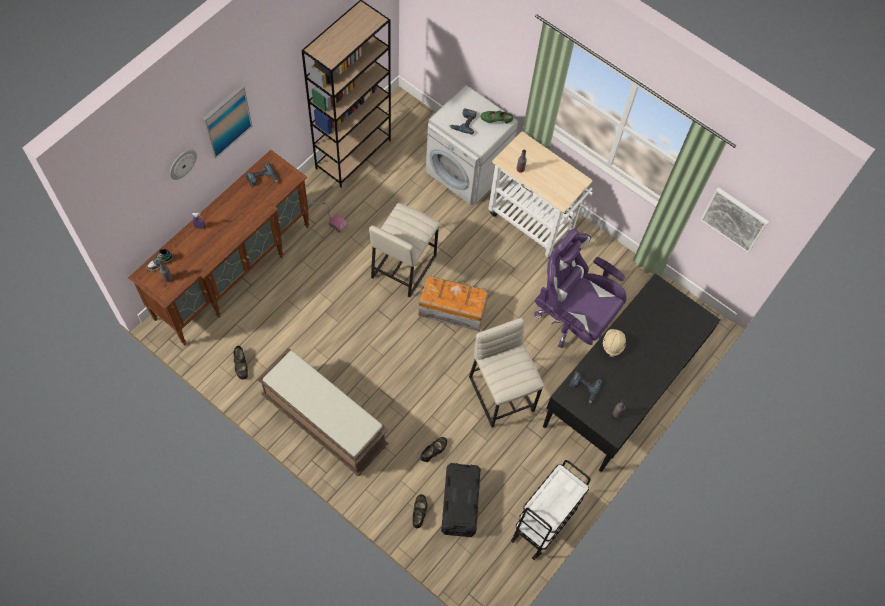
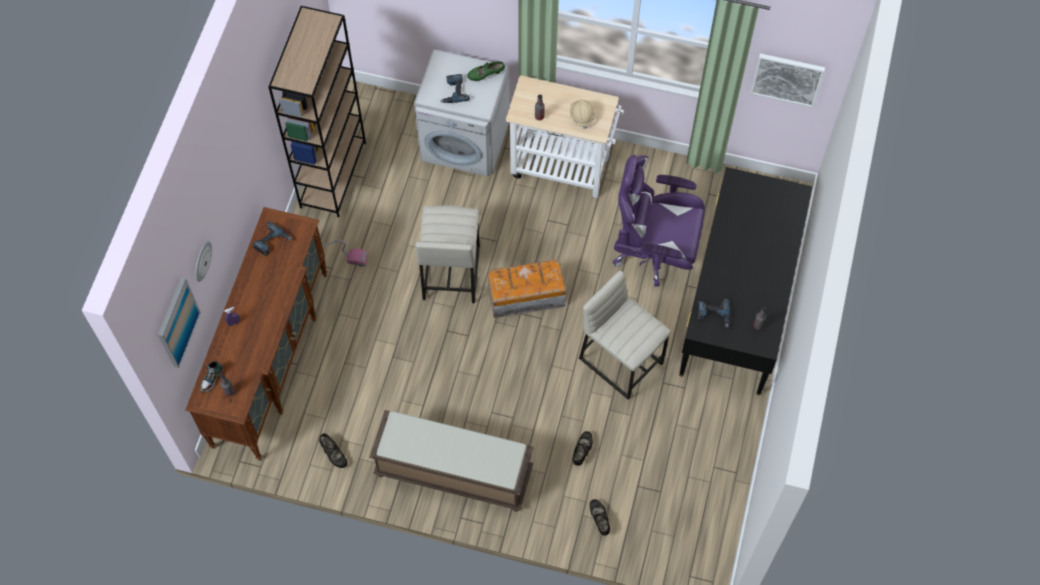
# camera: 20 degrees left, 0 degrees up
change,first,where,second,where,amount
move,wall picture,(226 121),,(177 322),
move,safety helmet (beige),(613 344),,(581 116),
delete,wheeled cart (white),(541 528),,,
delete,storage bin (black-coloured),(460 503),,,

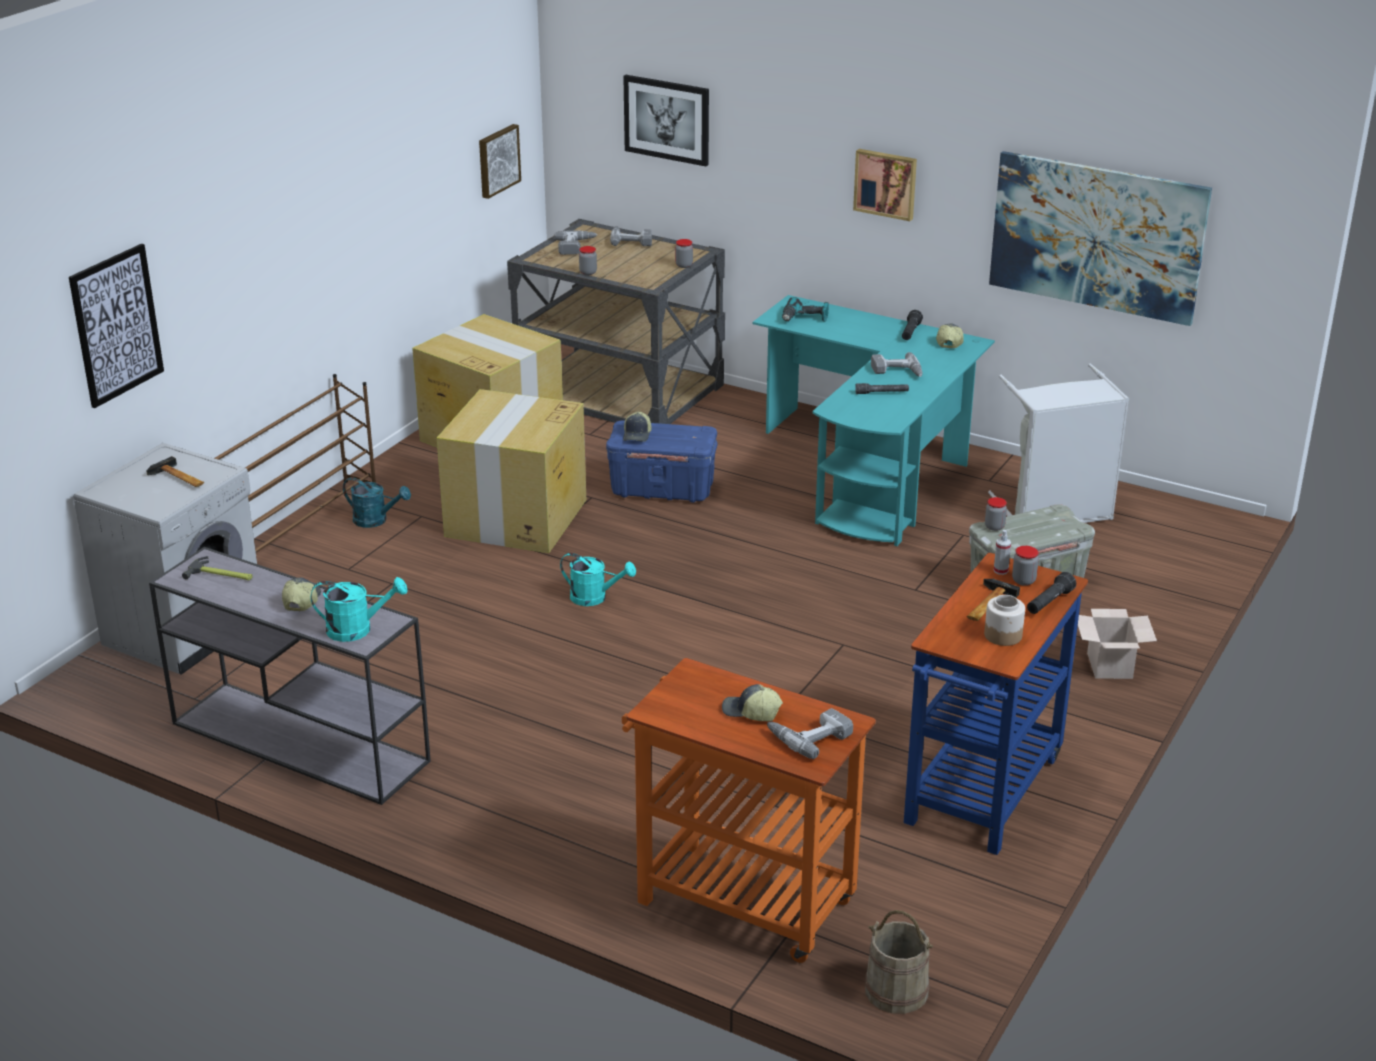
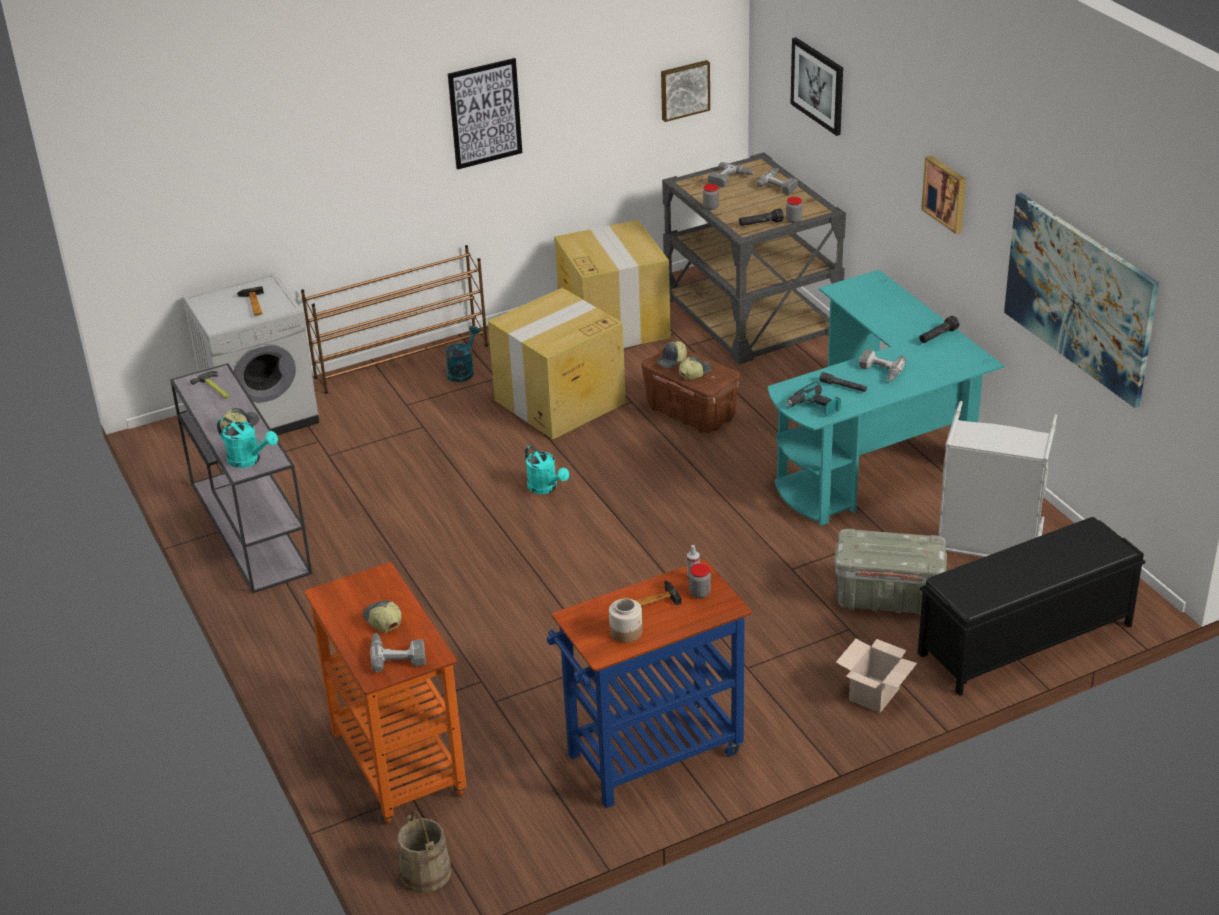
# camera: 35 degrees right, 5 degrees up
change,first,where,second,where,amount
move,wall picture,(116 325),,(485 113),
move,power drill,(804 318),,(814 407),
move,baseball cap,(949 342),,(694 372),
recolor,storage bin (blue),(663 489),storage bin (brown-coloured),(691 413),
rotate,watering can (turquoise-coloured),(376 520),,(463 371),120 degrees counterclockwise
delete,jar,(994 527),,,
move,flashlight (black-coloured),(1049 603),,(760 224),
insert,,,long seat (black-coloured),(1023 640),

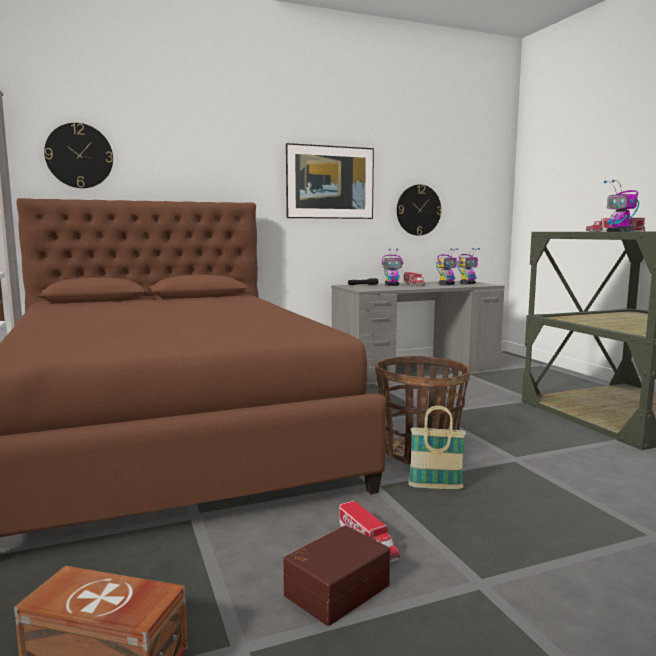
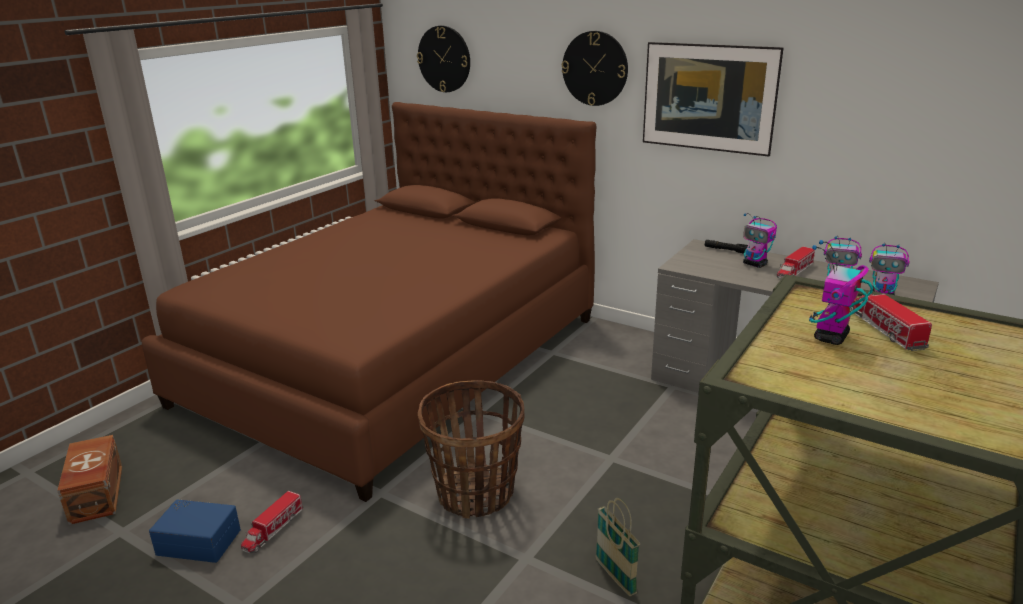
# camera: 55 degrees right, 15 degrees up
change,first,where,second,where,amount
move,clock on the wall,(418 210),,(595 68),
move,basket,(435 487),,(615 577),
recolor,storage bin (brown-coloured),(335 589),storage bin (blue),(199 540),

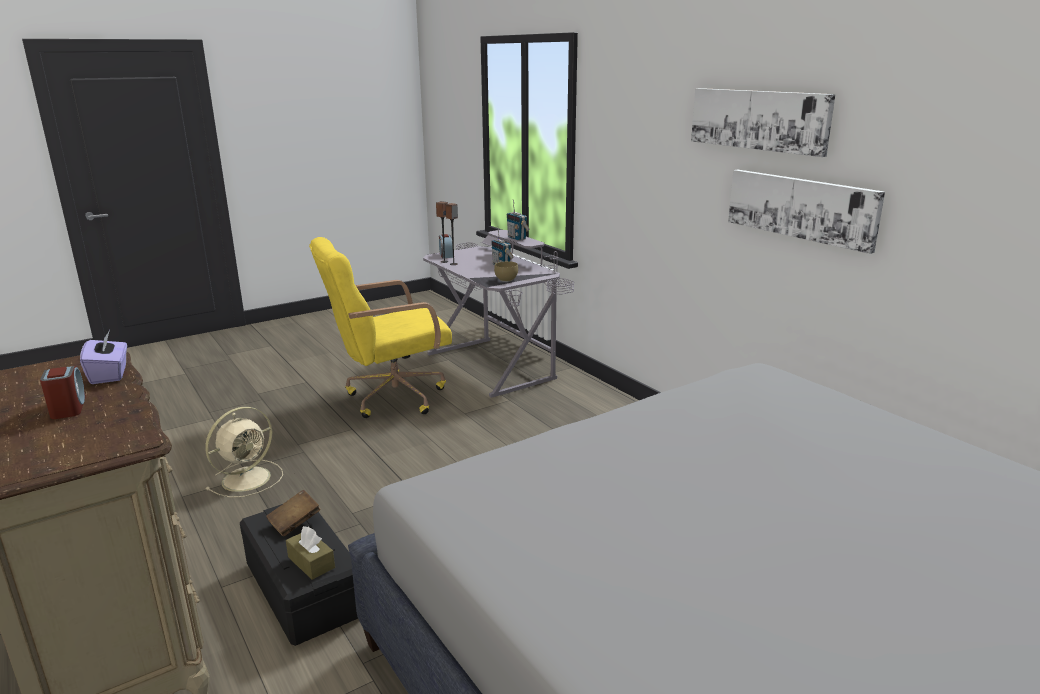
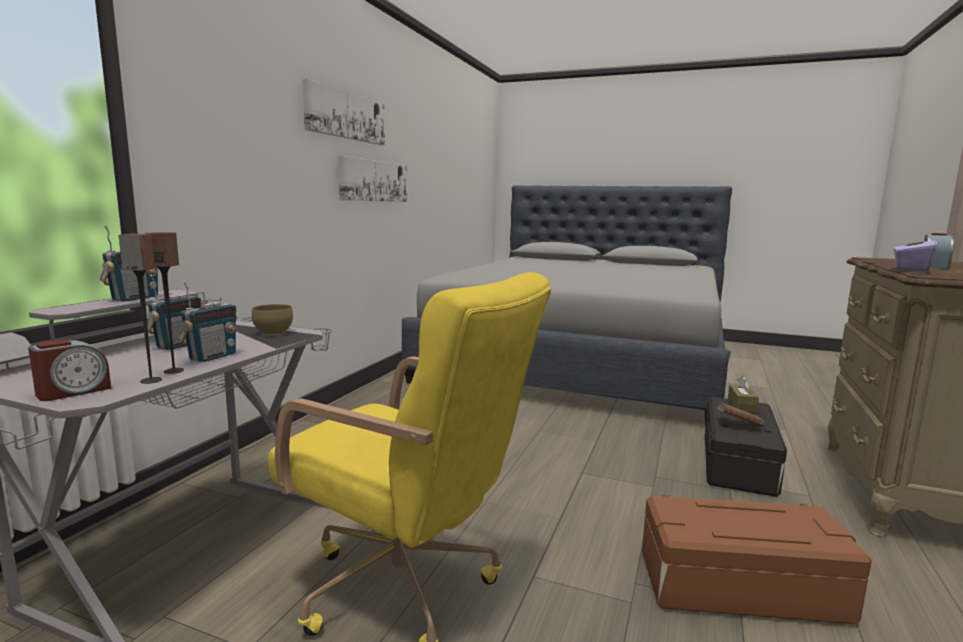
# camera: 125 degrees left, 10 degrees down
change,first,where,second,where,amount
replace,cooling fan (beige),(248 478),storage bin (brown-coloured),(741 588),
insert,,,radio set,(212 357),

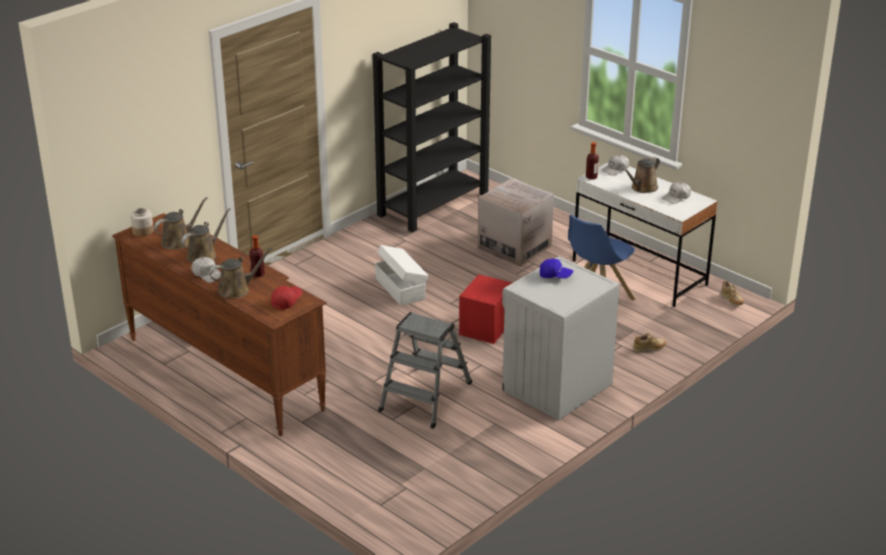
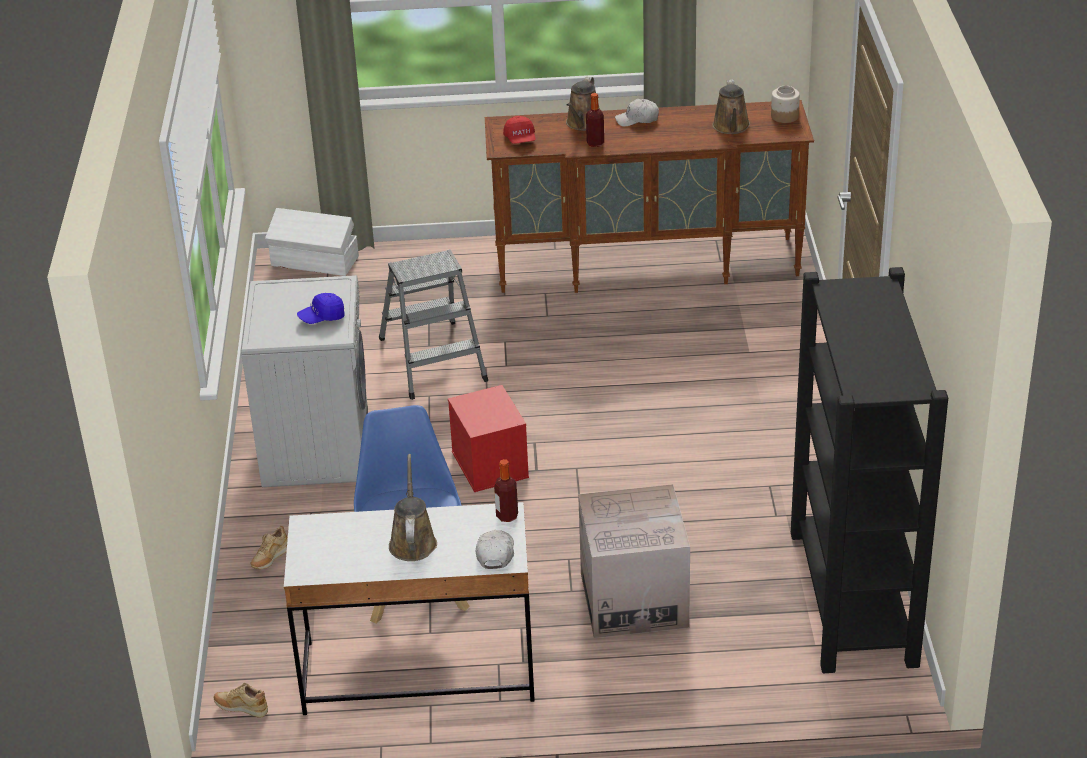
# camera: 135 degrees right, 5 degrees up
change,first,where,second,where,amount
delete,baseball cap (white),(676 197),,,
delete,watering can (brown-coloured),(204 254),,,
move,storage bin (white),(400 288),,(315 262),

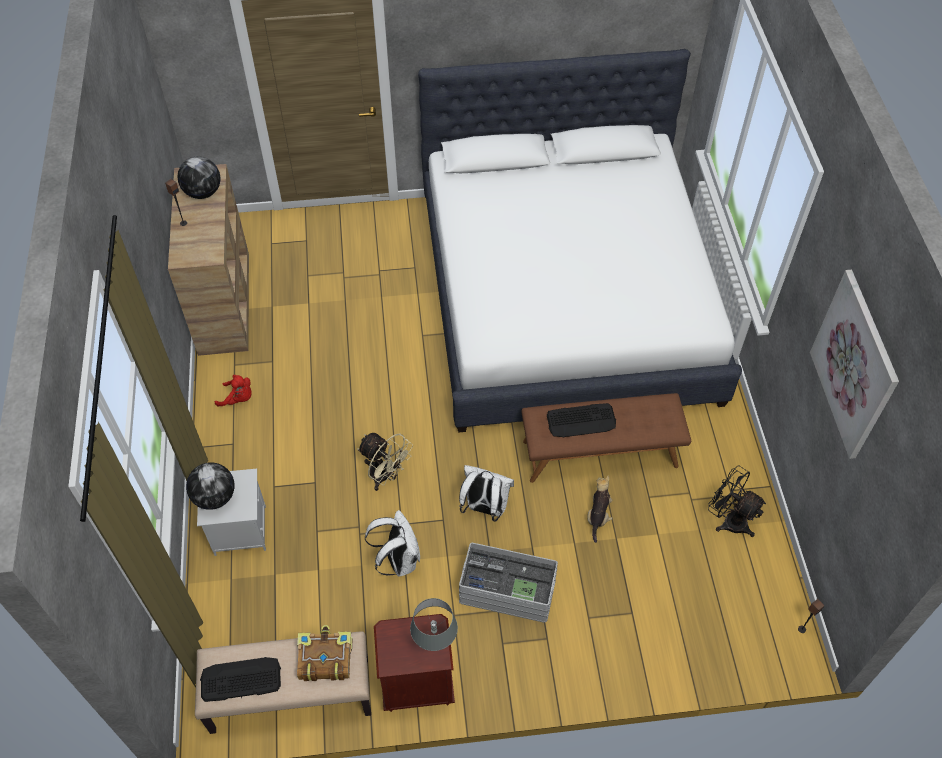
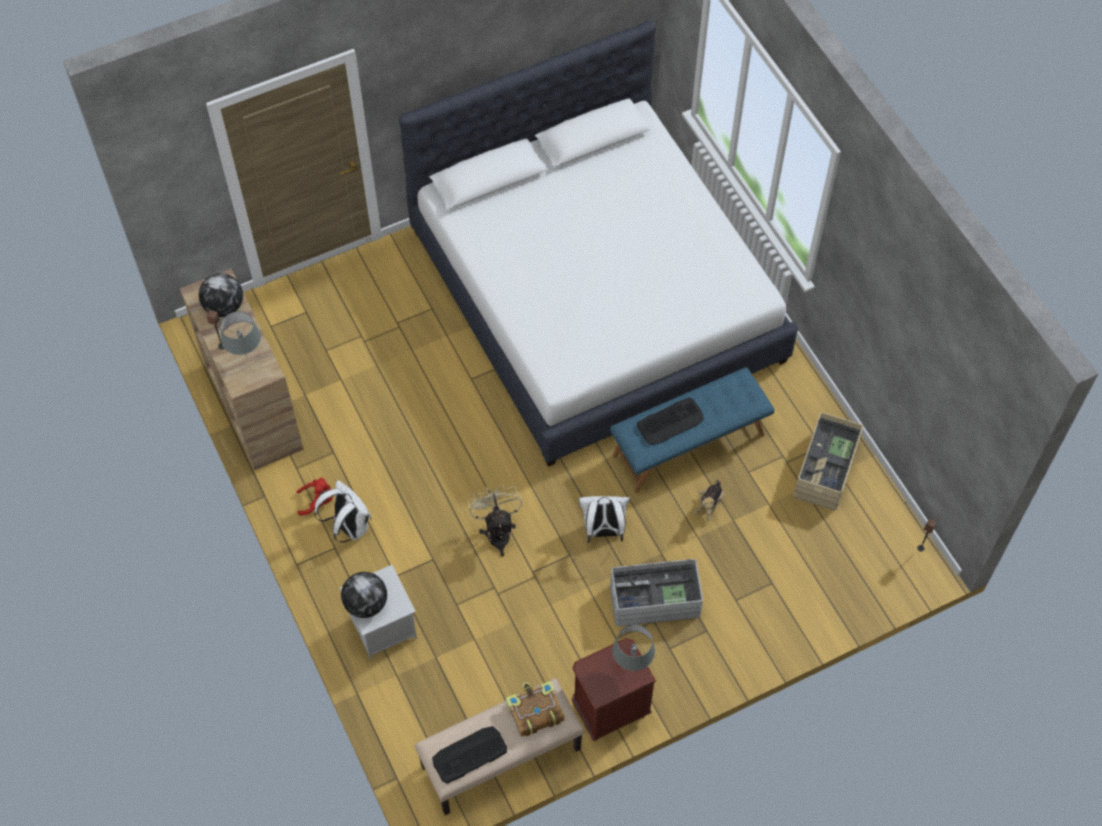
# camera: 20 degrees left, 5 degrees up
change,first,where,second,where,amount
delete,wall picture,(854 365),,,
recolor,long seat (brown-coloured),(600 453),long seat (blue),(688 444),
rotate,cooling fan (beige),(385 476),,(498 531),120 degrees counterclockwise
replace,cooling fan (black-coloured),(729 519),storage bin (beige),(826 470),
rotate,soft toy,(598 516),,(709 504),150 degrees counterclockwise
move,knapsack (white),(398 560),,(349 527),
insert,,,table lamp (gray),(246 357),

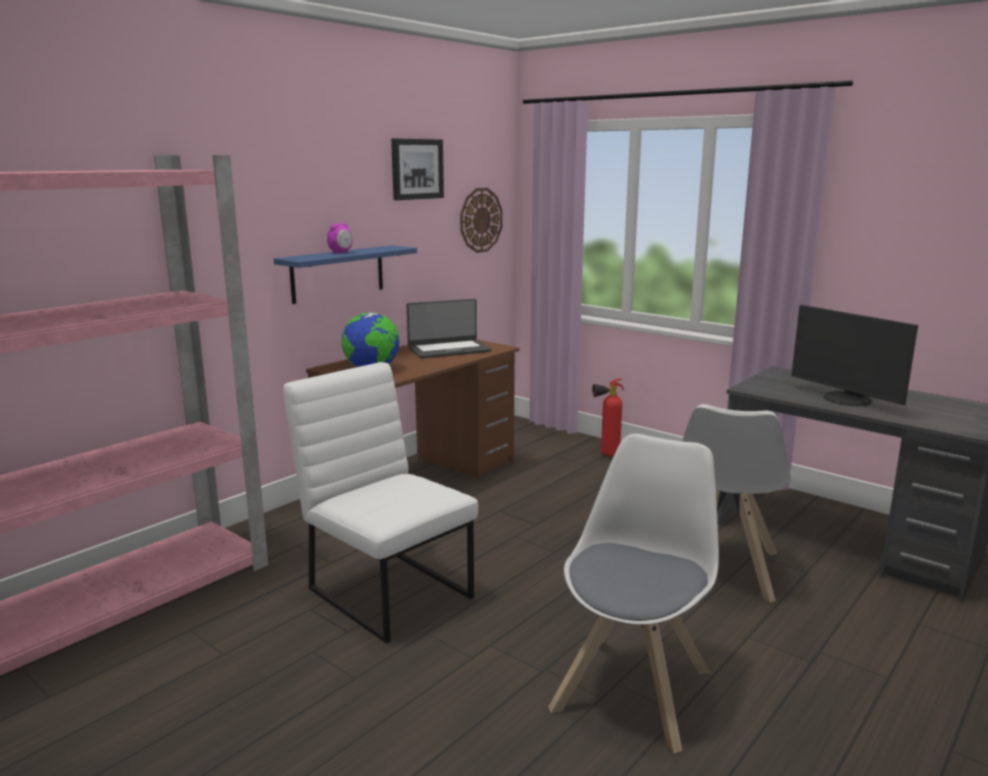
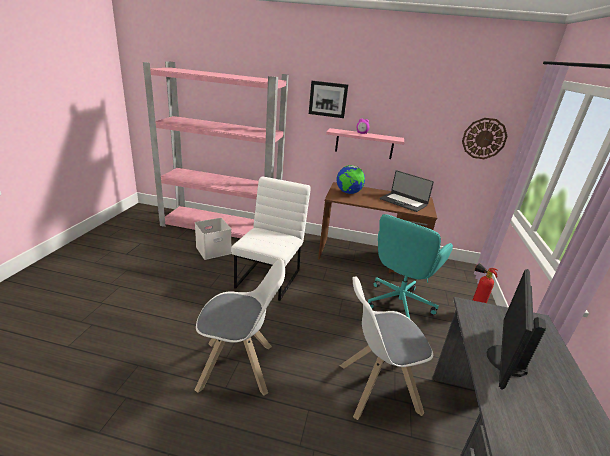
# camera: 60 degrees right, 10 degrees up
change,first,where,second,where,amount
move,wall picture,(416 169),,(328 99),
recolor,wall shelf (blue),(338 273),wall shelf (pink-coloured),(364 144),
insert,,,desk chair (turquoise-coloured),(398 304),
insert,,,storage bin (white),(214 249),

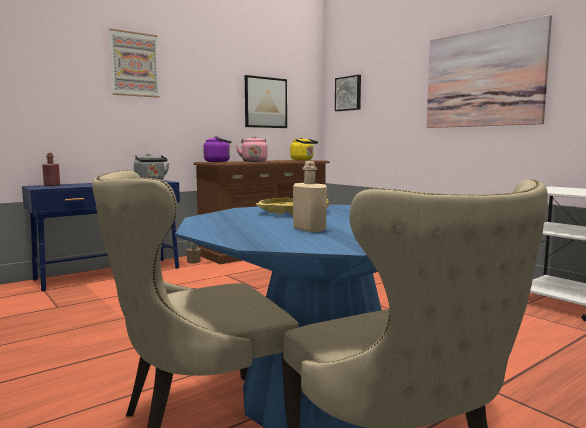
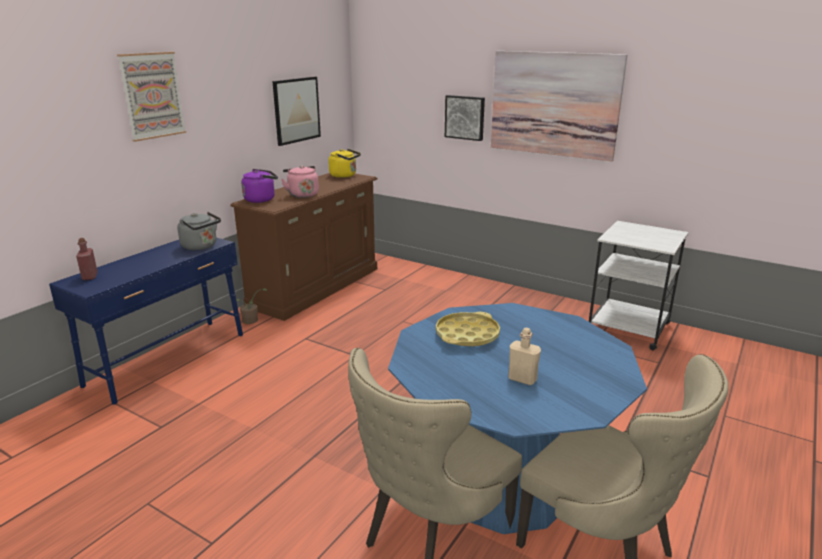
# camera: 20 degrees left, 15 degrees up
change,first,where,second,where,amount
move,wall picture,(348 93),,(465 117),

